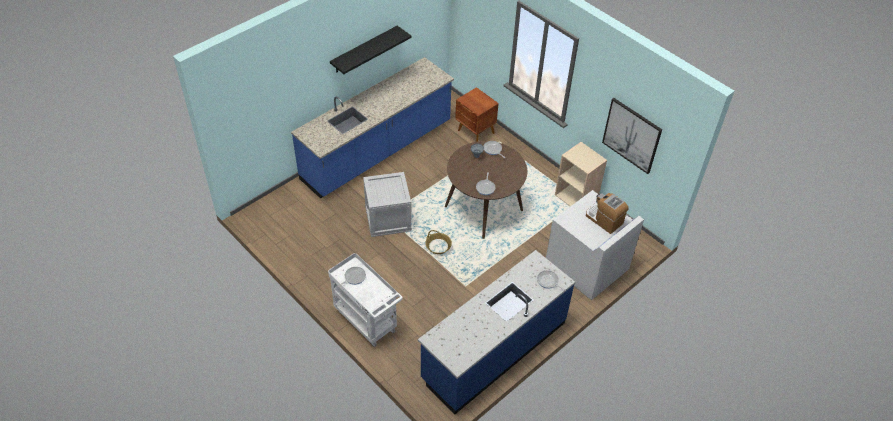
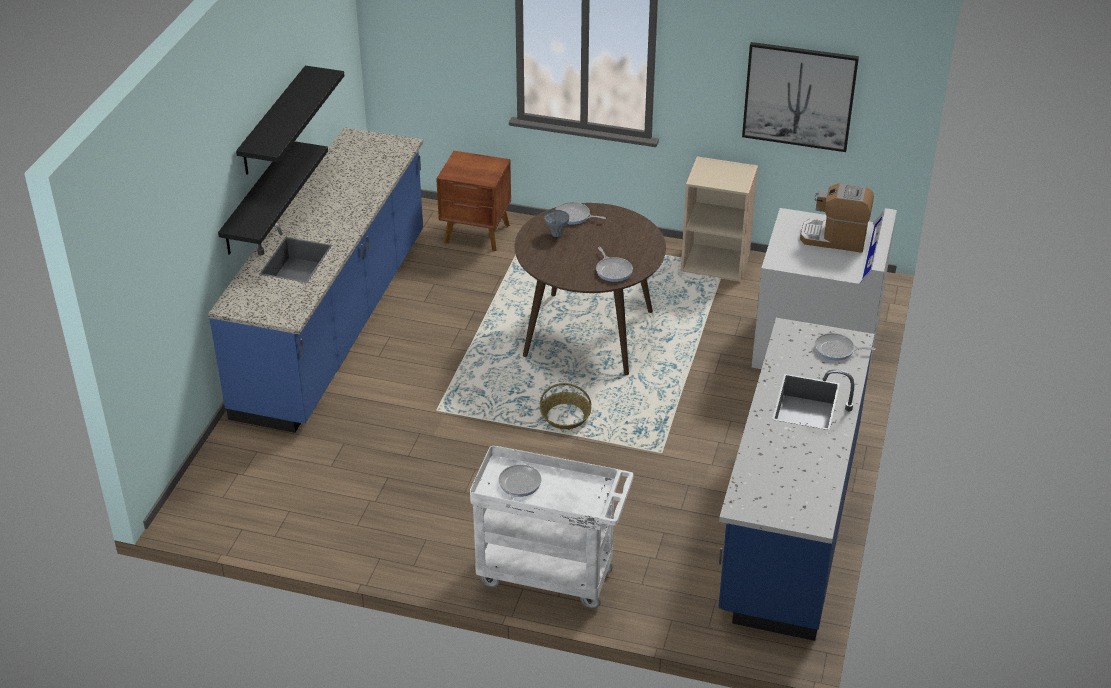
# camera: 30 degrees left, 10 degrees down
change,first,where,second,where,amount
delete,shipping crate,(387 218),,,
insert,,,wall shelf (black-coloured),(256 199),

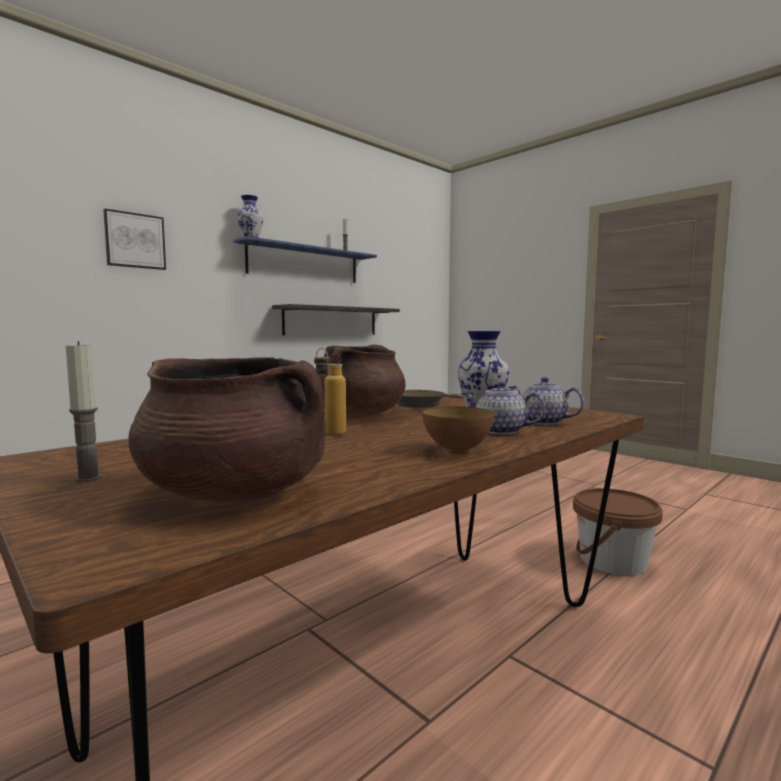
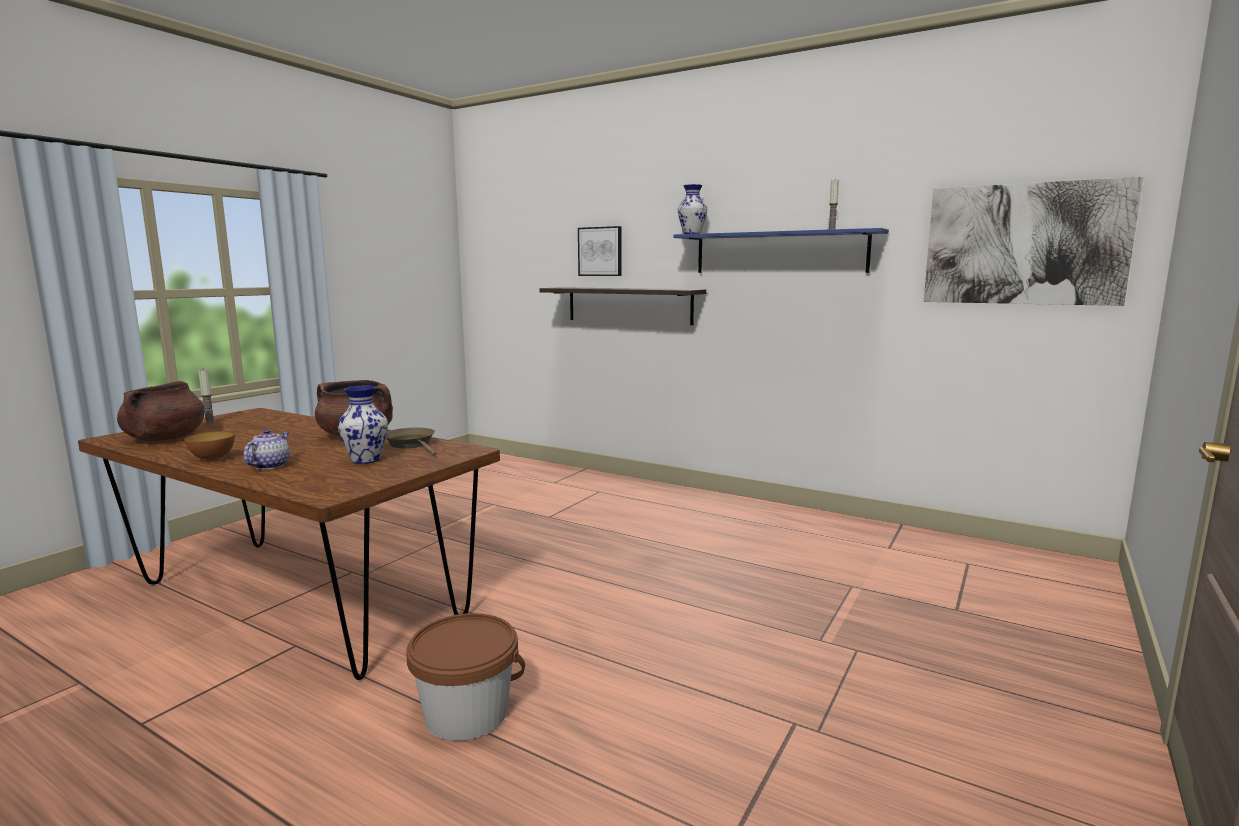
# camera: 75 degrees right, 5 degrees up
change,first,where,second,where,amount
move,wall shelf,(331 321),,(629 305),
delete,beverage bottle,(329 432),,,
delete,teapot,(542 422),,,
insert,,,wall picture,(1024 244),

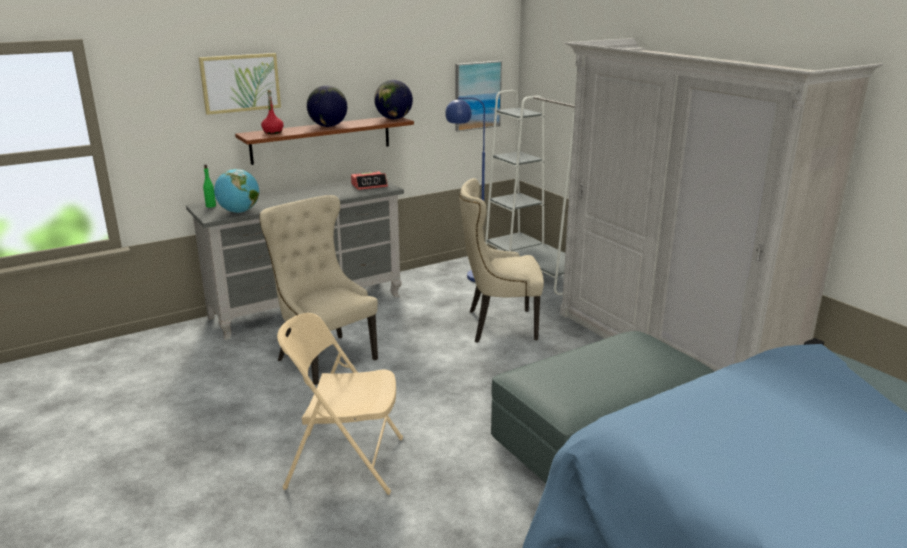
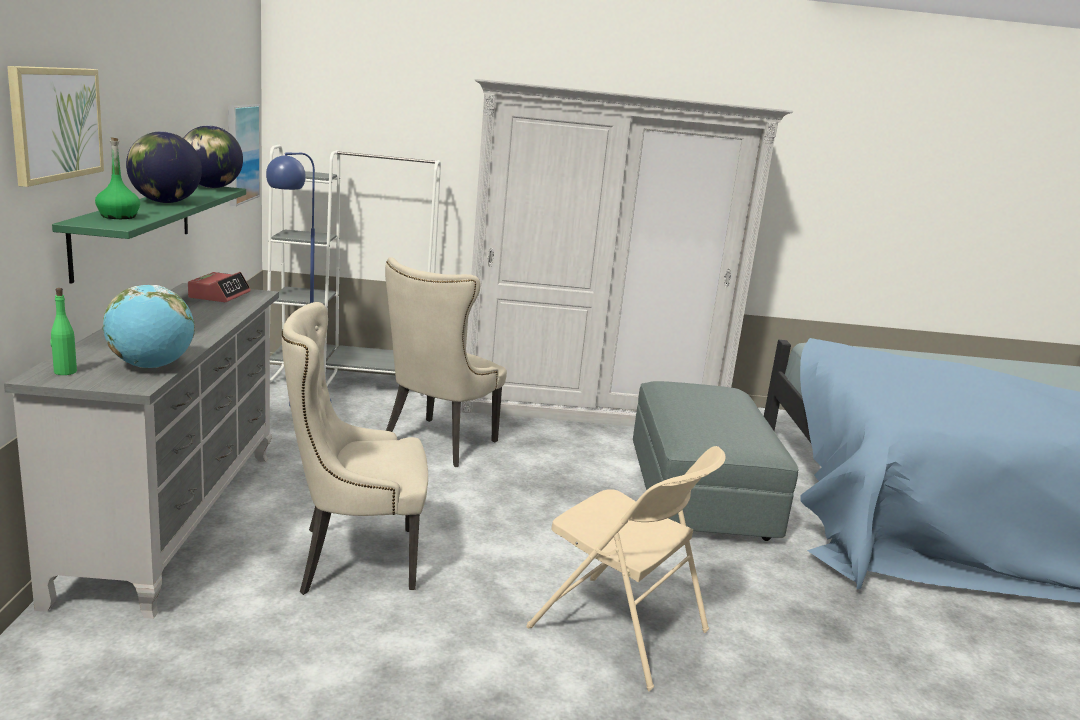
# camera: 60 degrees left, 5 degrees down
change,first,where,second,where,amount
recolor,beverage bottle (reddish),(273 132),beverage bottle (green),(118 216),
recolor,wall shelf (brown-coloured),(322 139),wall shelf (green),(134 227),
rotate,plain chair (beige),(346 462),,(618 629),90 degrees counterclockwise

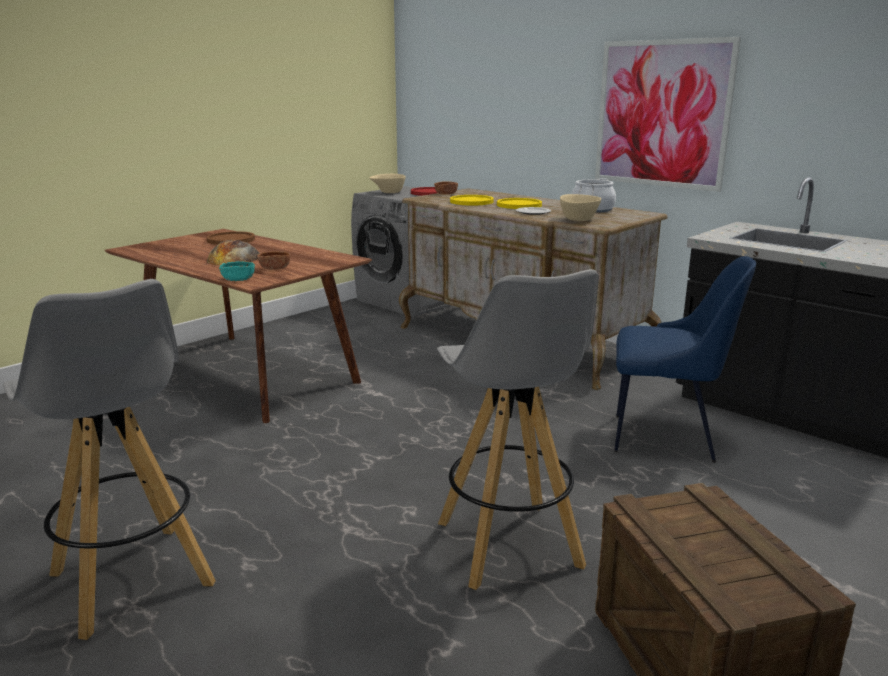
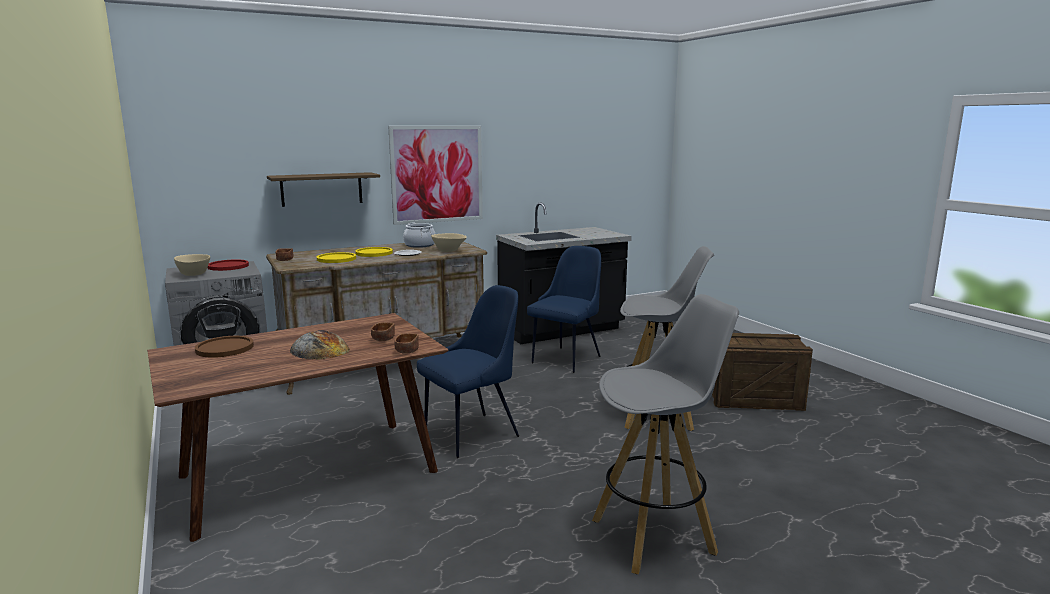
# camera: 70 degrees left, 5 degrees down
change,first,where,second,where,amount
recolor,deep dish (turquoise-coloured),(238 279),deep dish (brown-coloured),(407 351),
insert,,,wall shelf,(321 189),
insert,,,plain chair (blue),(472 434),

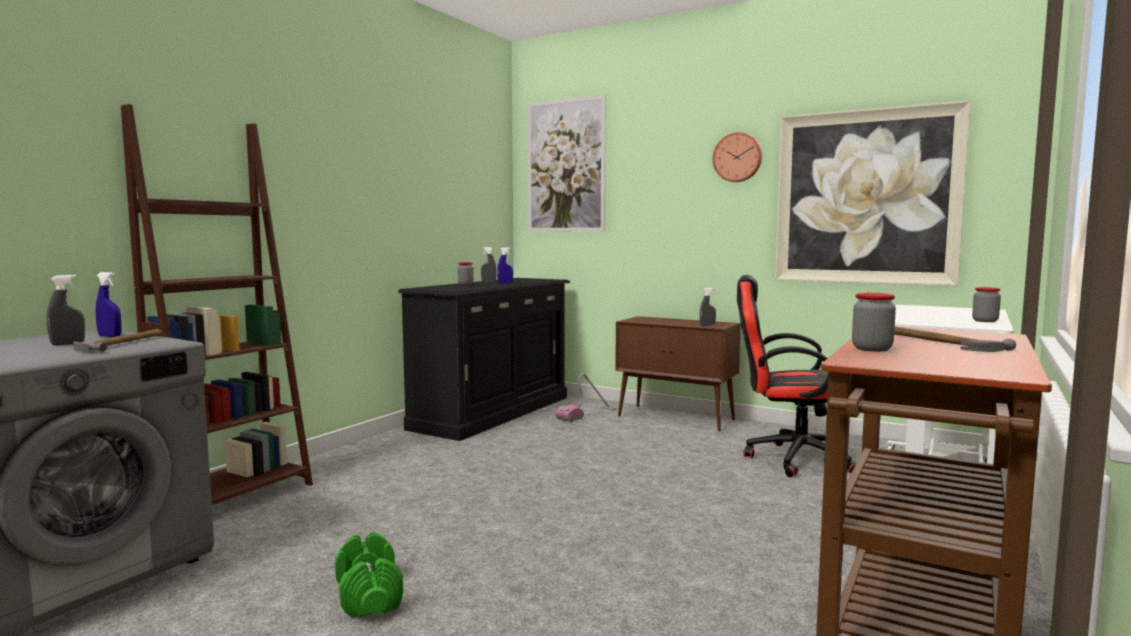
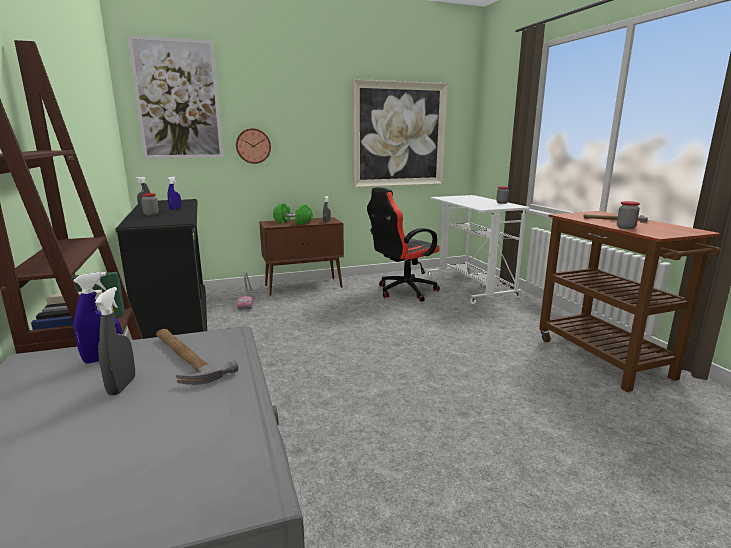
# camera: 50 degrees left, 10 degrees up
change,first,where,second,where,amount
move,clock on the wall,(737 157),,(253 146),
move,free weight (green),(368 595),,(292 222),

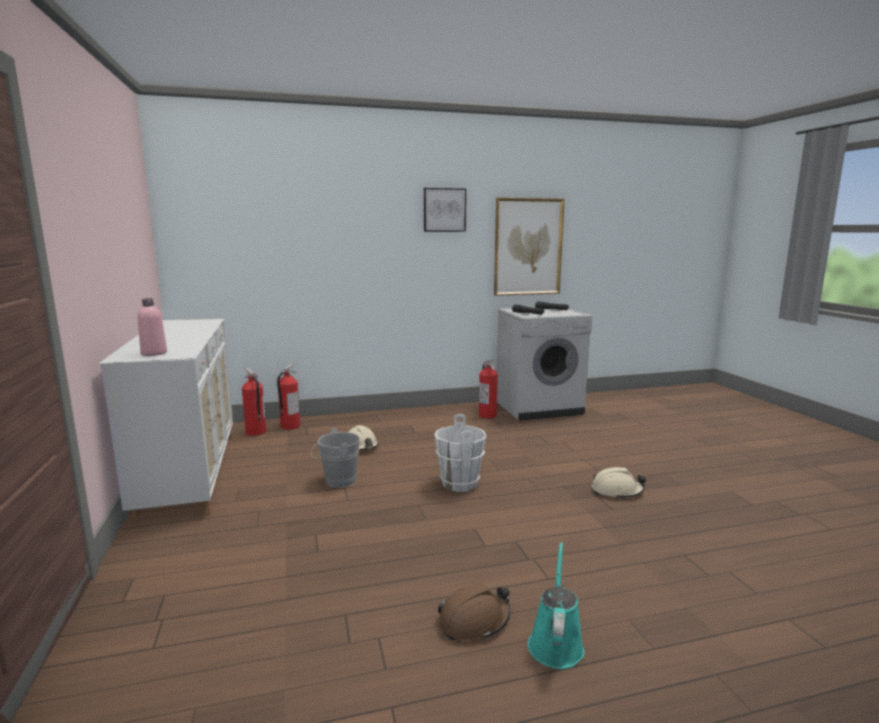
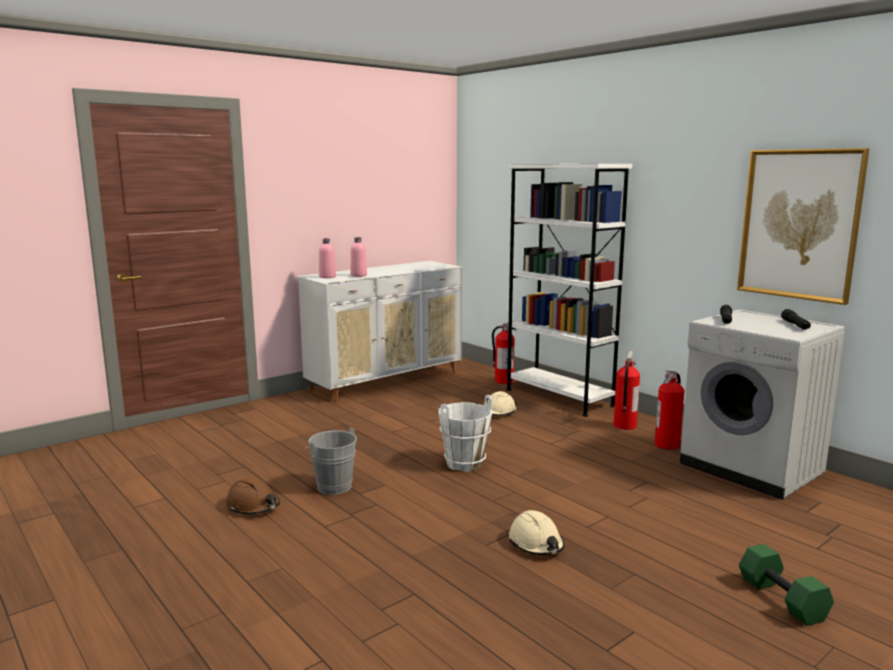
# camera: 65 degrees right, 0 degrees up
change,first,where,second,where,amount
delete,wall picture,(444 210),,,
move,fire-fighting cylinder,(255 433),,(624 426),
move,bucket (gray),(337 481),,(331 485),
delete,watering can (turquoise-coloured),(555 643),,,
insert,,,shelving unit (white),(558 397),
insert,,,beverage bottle (pink-coloured),(358 275),
insert,,,free weight (green),(783 599),

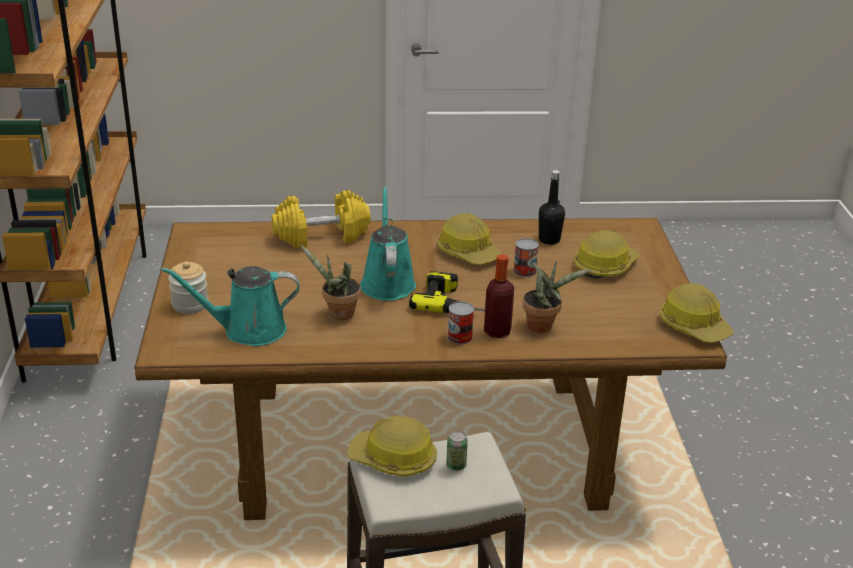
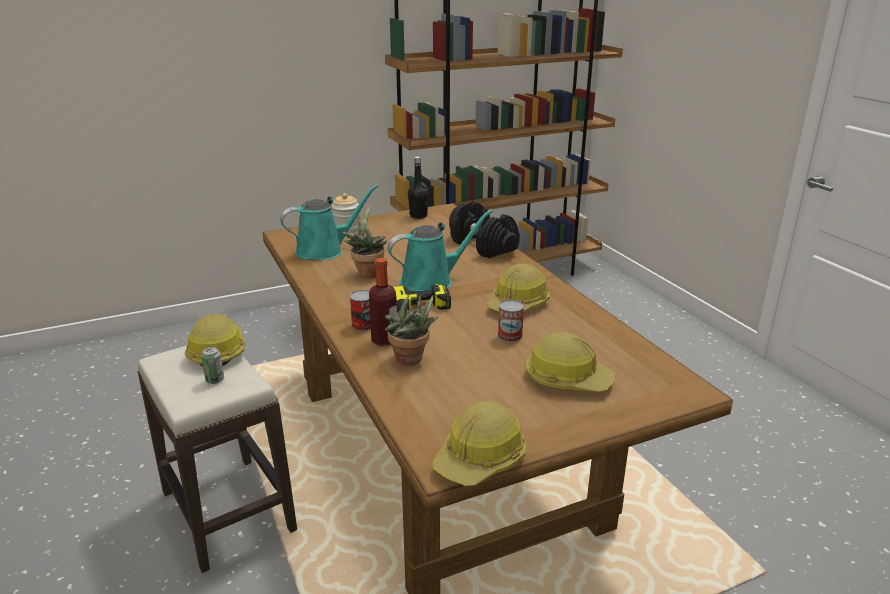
# camera: 70 degrees right, 5 degrees down
change,first,where,second,where,amount
move,beverage bottle (black-coloured),(549 240),,(418 216),
recolor,free weight (yellowish),(321 236),free weight (black-coloured),(482 245),
rotate,watering can (turquoise-coloured),(248 330),,(324 250),90 degrees clockwise

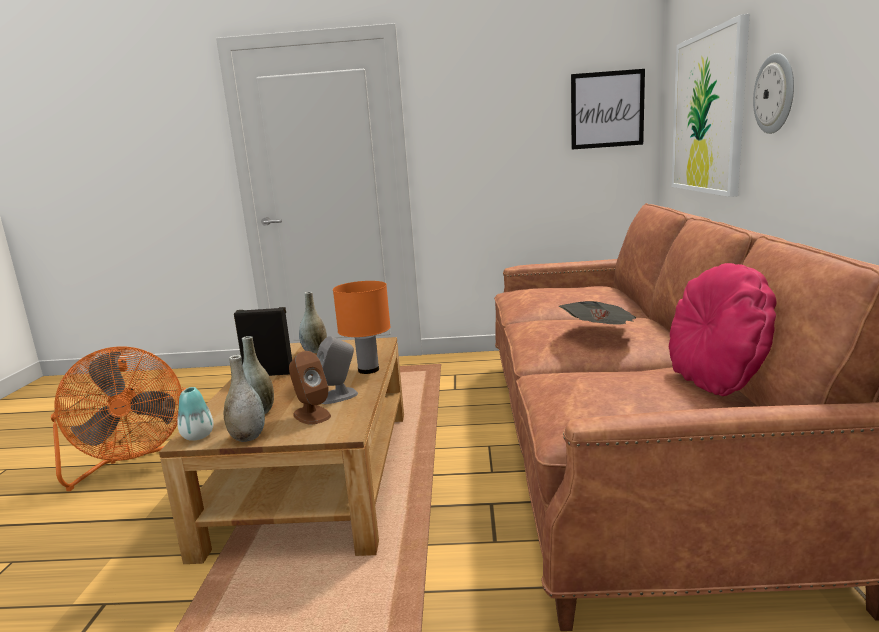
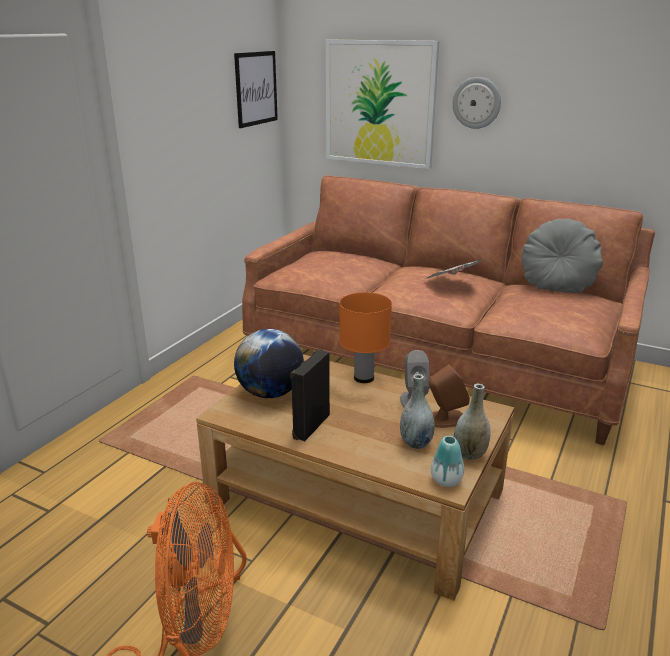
# camera: 65 degrees left, 10 degrees up
change,first,where,second,where,amount
recolor,pillow (pink-coloured),(715 383),pillow (gray),(556 288),
replace,flower vase (gray),(315 351),world globe,(270 393),

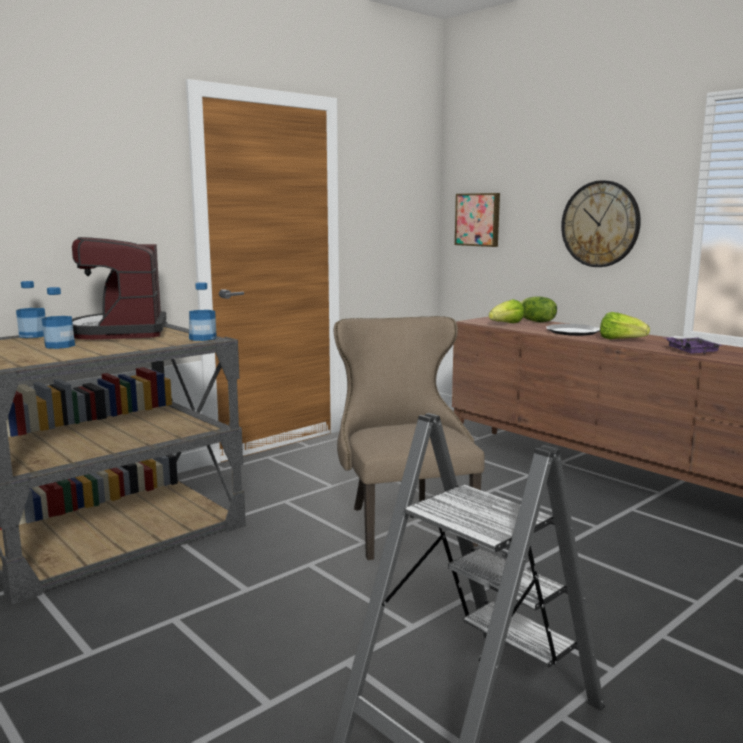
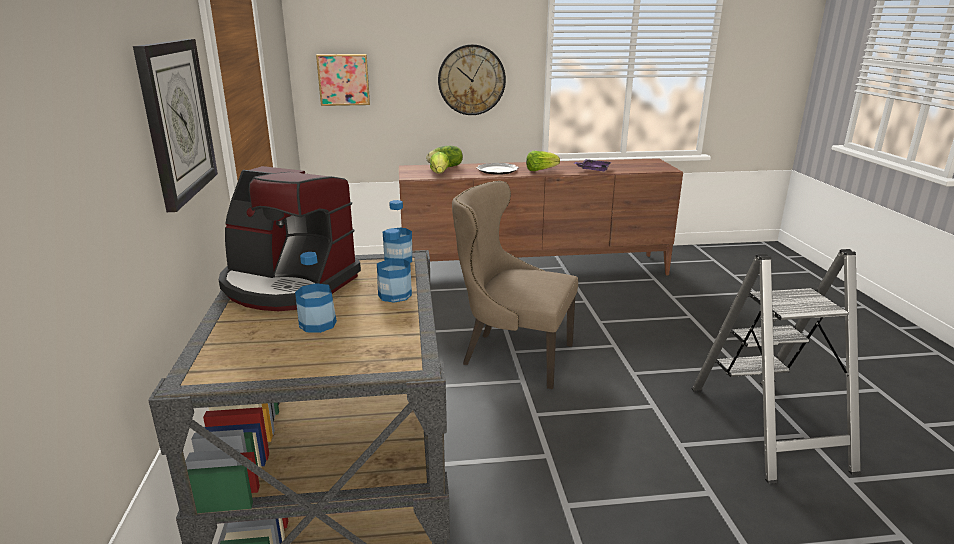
# camera: 55 degrees left, 10 degrees up
change,first,where,second,where,amount
move,beverage bottle,(33 335),,(395 295),
insert,,,clock on the wall,(177 120),

